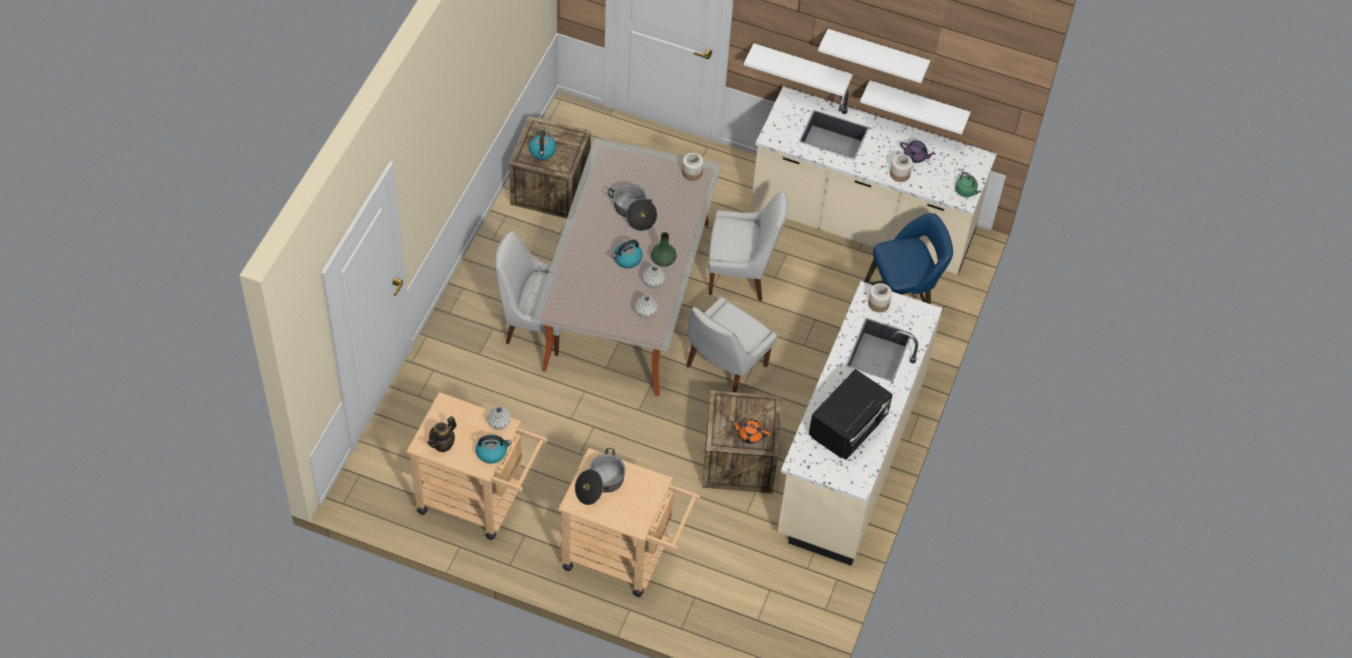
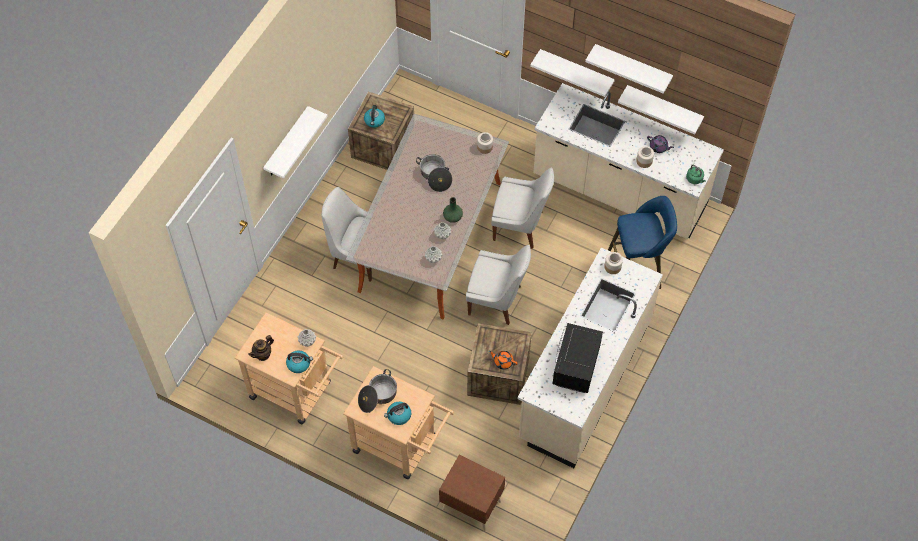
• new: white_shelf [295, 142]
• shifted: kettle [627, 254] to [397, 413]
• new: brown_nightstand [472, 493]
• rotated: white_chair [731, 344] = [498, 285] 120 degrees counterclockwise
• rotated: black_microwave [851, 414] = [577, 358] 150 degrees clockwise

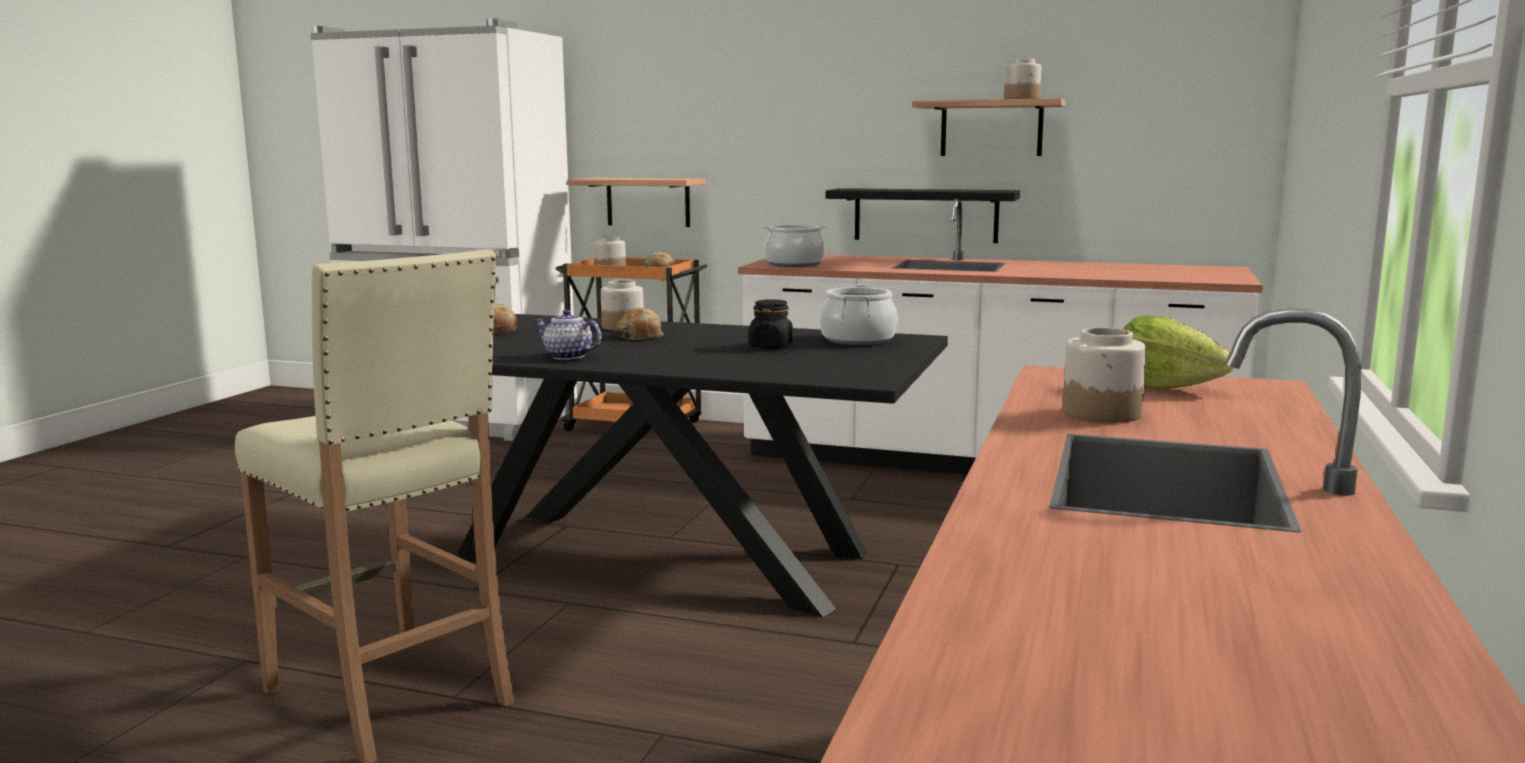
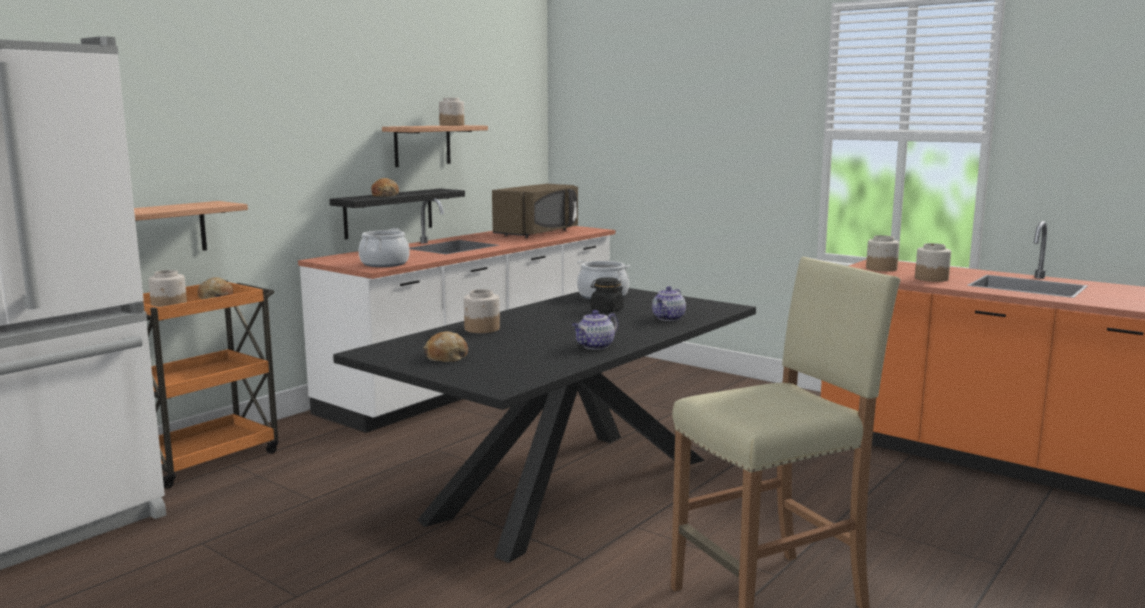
• shifted: bread [640, 324] to [385, 187]
• new: brown_microwave [535, 211]
• new: teapot [669, 303]
• swapped: lettuce [1178, 352] to jar [882, 253]

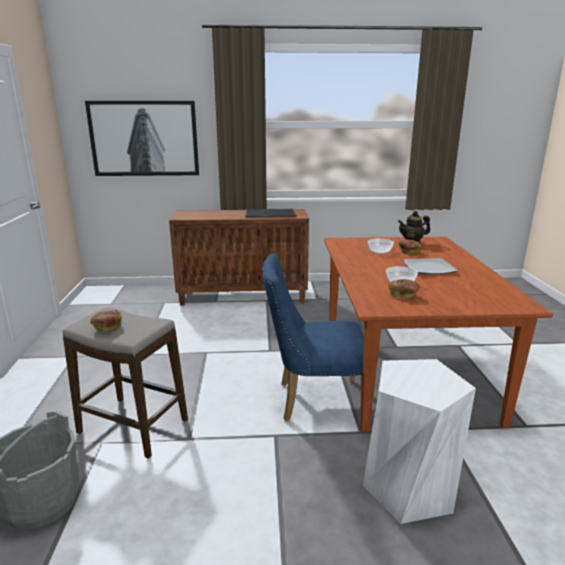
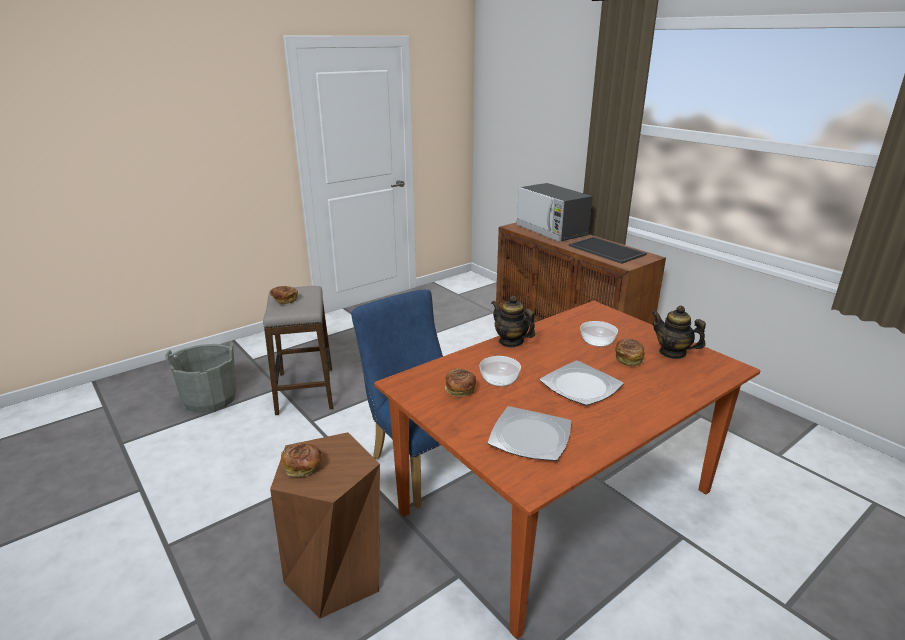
• repainted: white_stool [419, 441] to brown_stool [325, 525]
• new: bread [301, 460]
• new: plate [529, 433]
• new: teapot [513, 321]
• new: microwave [554, 212]
• gone: picture [142, 138]

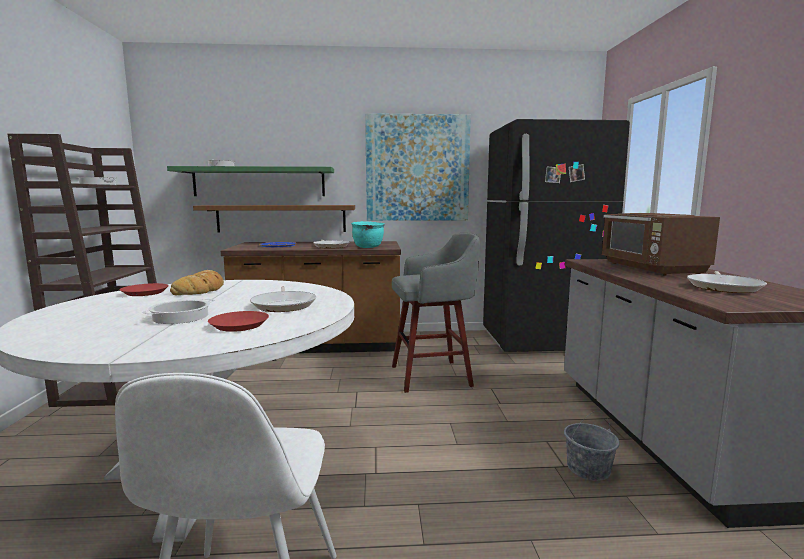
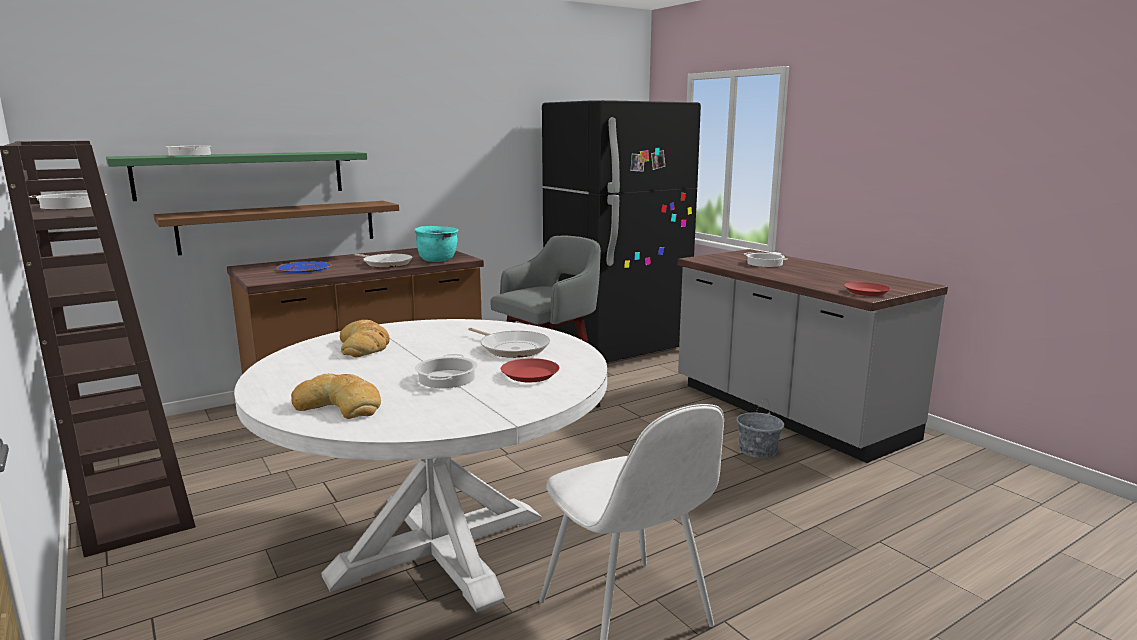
• new: bread [336, 396]
• swapped: brown_microwave [660, 244] to cooking_pot [765, 260]
• shifted: red_plate [144, 289] to [867, 289]
• gone: picture [418, 167]
• gone: frying_pan [727, 282]

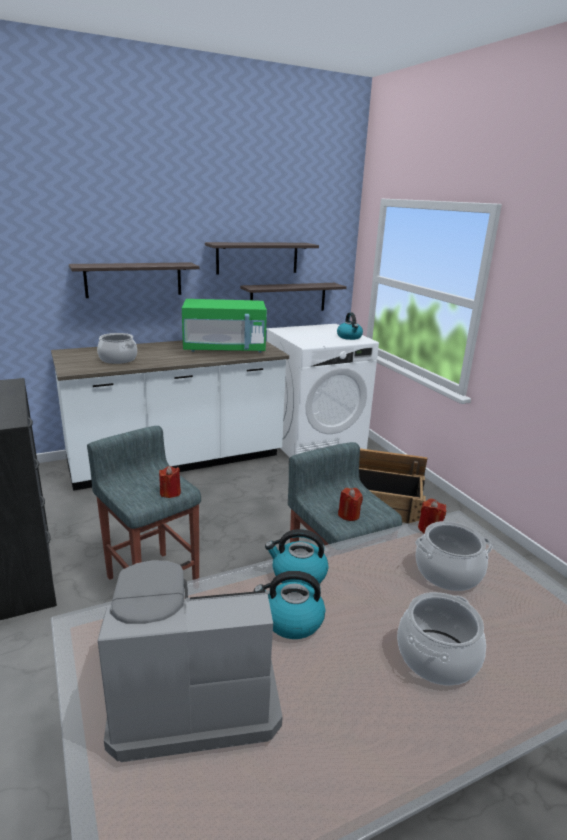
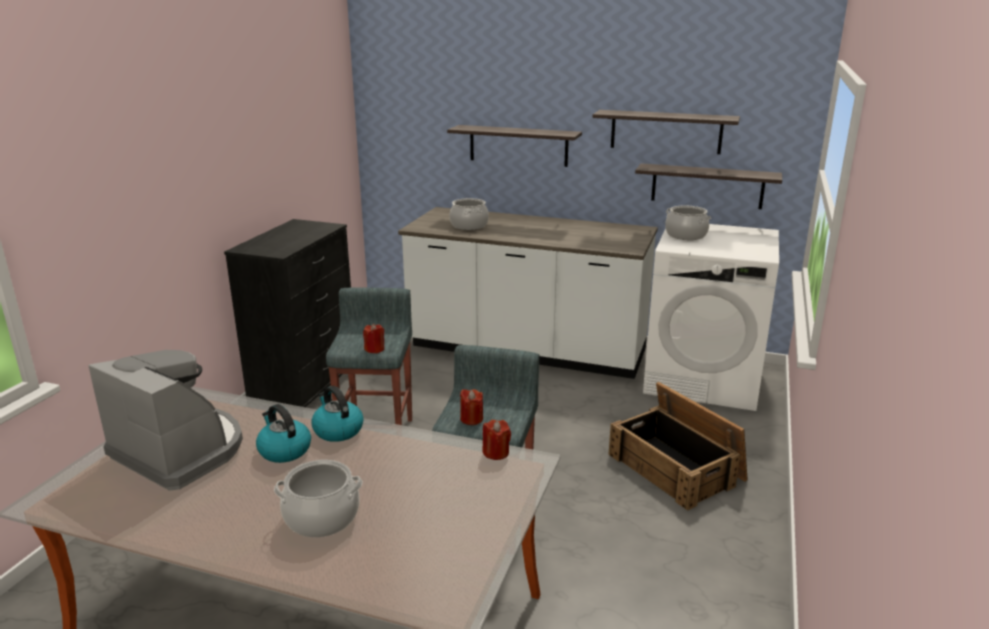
• shifted: cooking_pot [454, 556] to [688, 223]
• gone: green_microwave [224, 326]
• gone: kettle [350, 326]

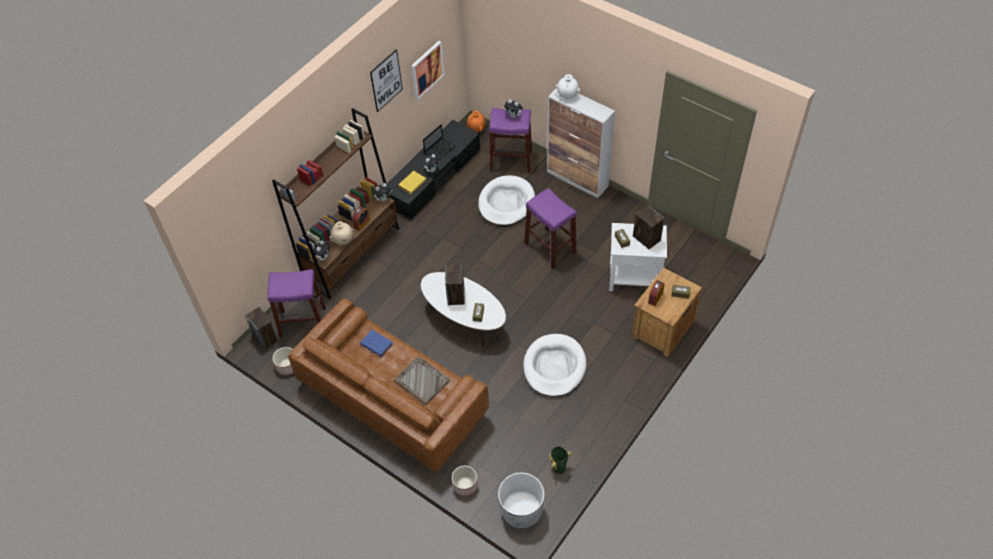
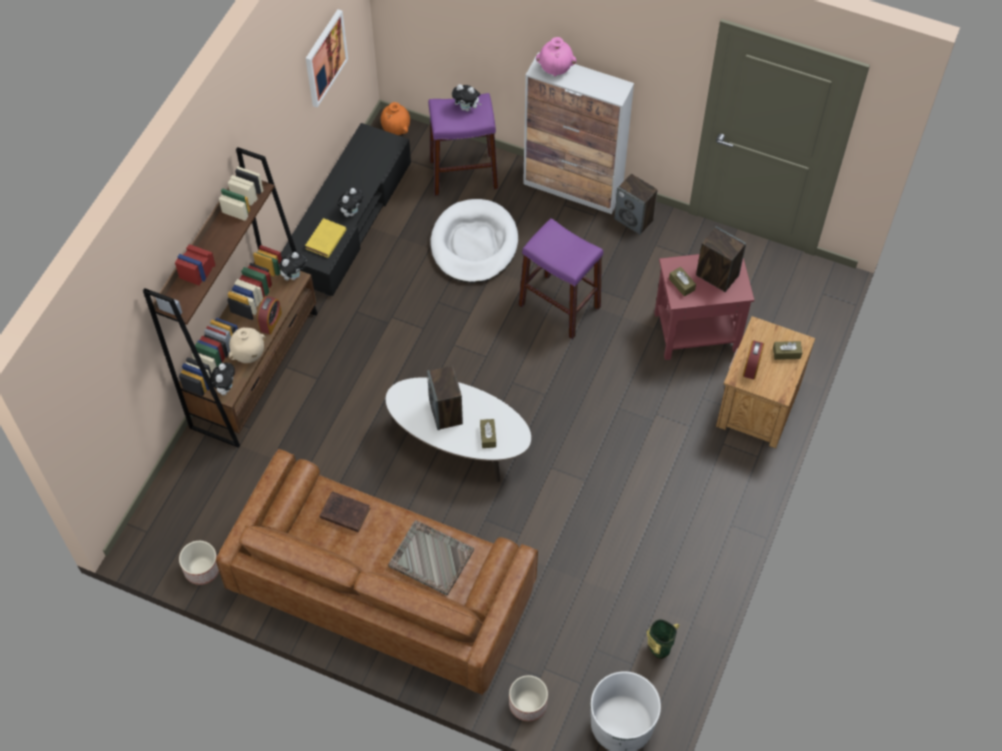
• repainted: blue_book [376, 343] to brown_book [345, 511]
• repainted: white_vase [567, 87] to pink_vase [556, 56]
• shifted: speaker [261, 328] to [636, 204]
• repainted: white_side_table [638, 257] to red_side_table [704, 307]
• gone: purple_stool [297, 303]
• gone: picture [386, 80]
• gone: laptop [440, 142]
• gone: white_dog_bed [554, 365]

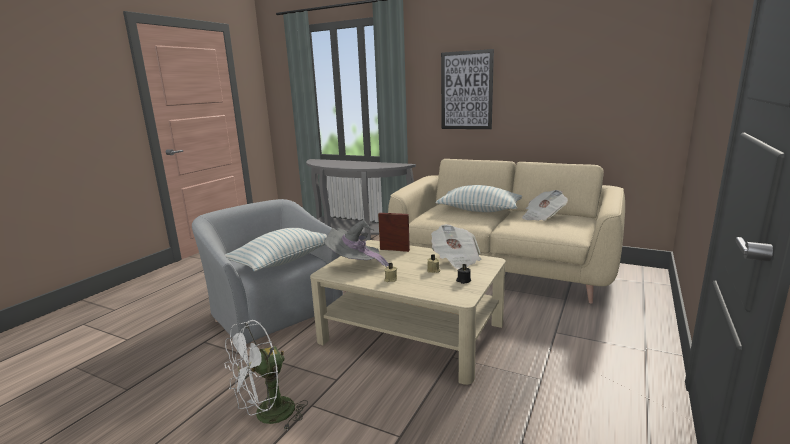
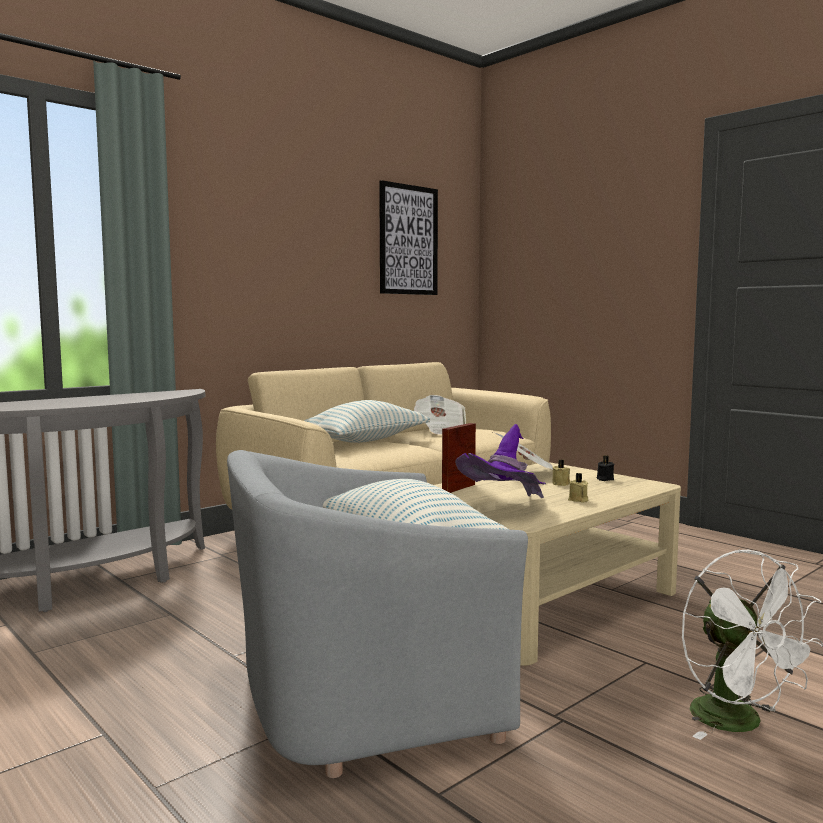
• shifted: picture [467, 89] to [408, 237]
• repainted: grey_hat [356, 243] to purple_hat [500, 461]

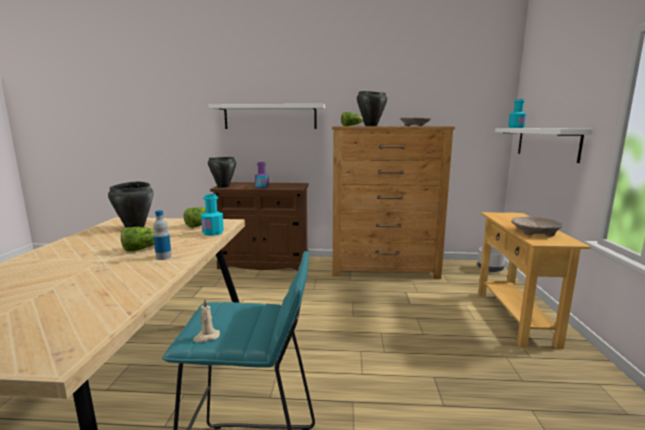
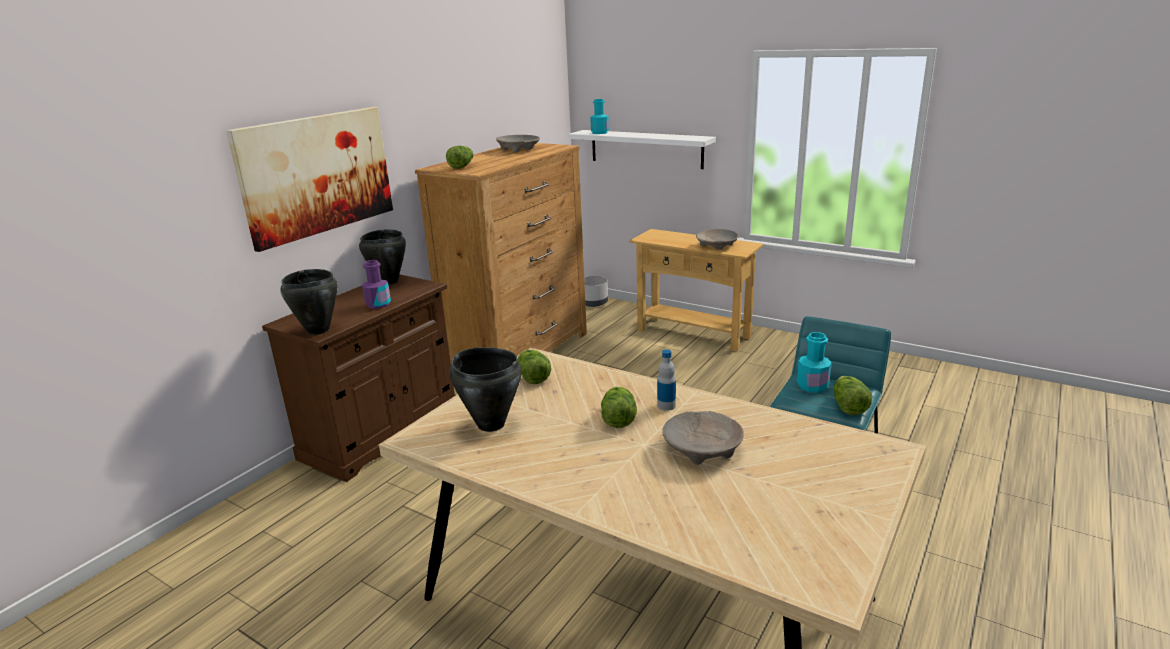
• swapped: white_shelf [266, 116] to picture [309, 179]
• shifted: black_cooking_pot [372, 108] to [382, 257]
• new: beige_bowl [703, 438]
• shifted: turquoise_bottle [212, 215] to [814, 362]
• swapped: beige_candle [206, 320] to lettuce [853, 395]

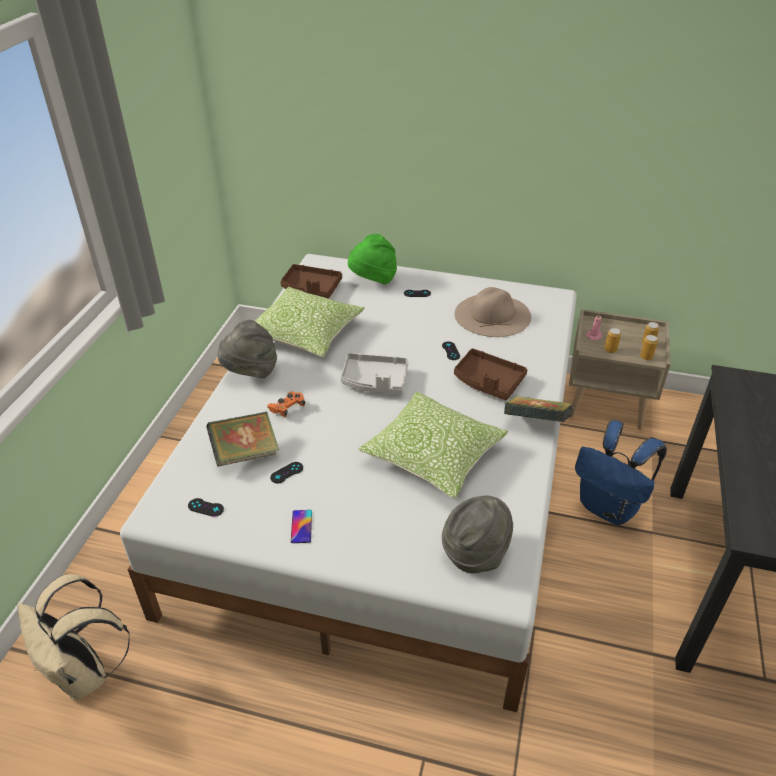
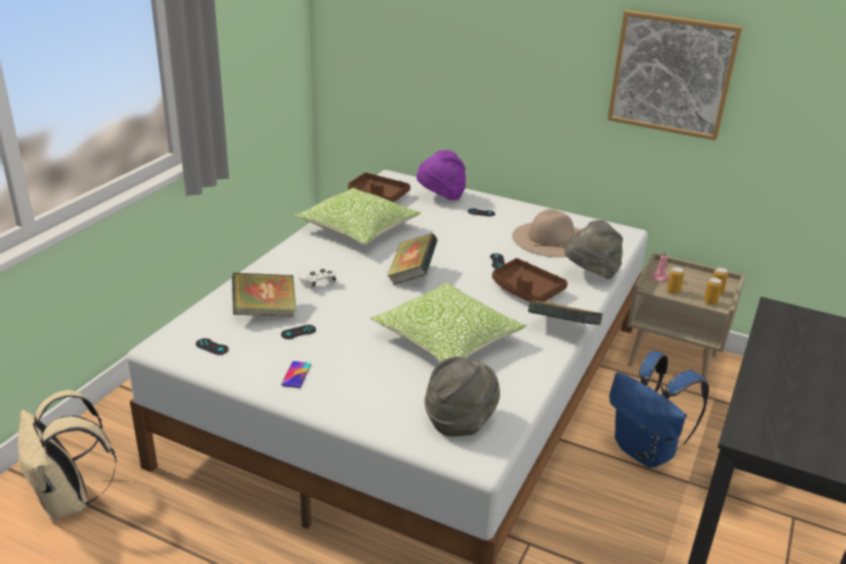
• repainted: orange_game_controller [286, 405] to white_game_controller [317, 279]
• swapped: grey_tray [375, 373] to book [412, 259]
• repainted: green_hat [372, 259] to purple_hat [441, 175]
• shifted: grey_hat [247, 349] to [594, 249]
• new: picture [674, 75]

